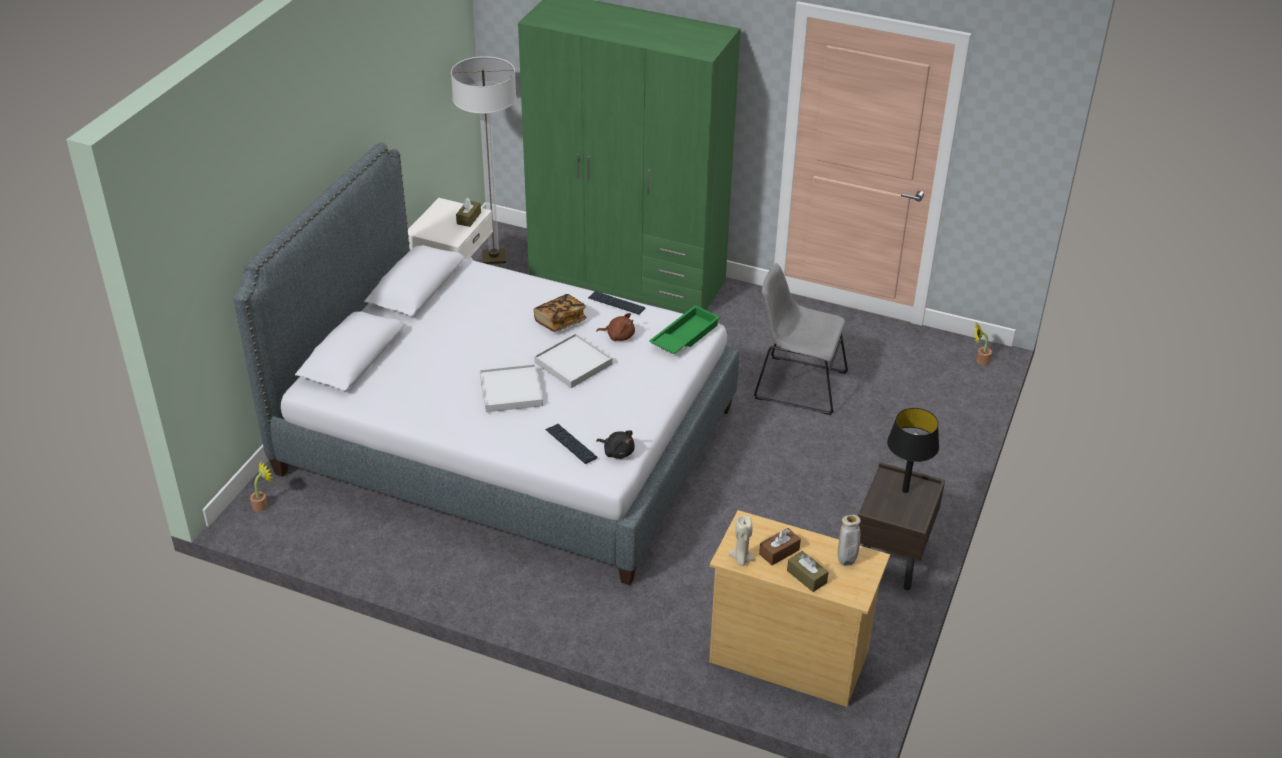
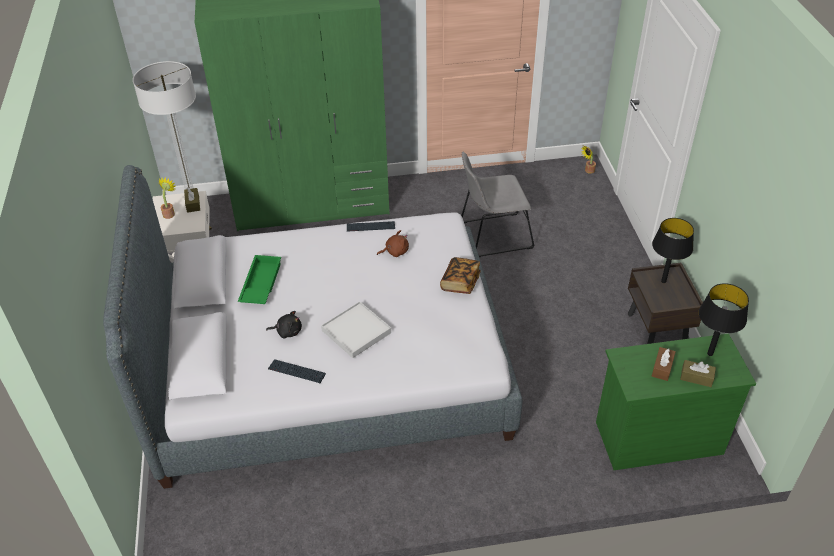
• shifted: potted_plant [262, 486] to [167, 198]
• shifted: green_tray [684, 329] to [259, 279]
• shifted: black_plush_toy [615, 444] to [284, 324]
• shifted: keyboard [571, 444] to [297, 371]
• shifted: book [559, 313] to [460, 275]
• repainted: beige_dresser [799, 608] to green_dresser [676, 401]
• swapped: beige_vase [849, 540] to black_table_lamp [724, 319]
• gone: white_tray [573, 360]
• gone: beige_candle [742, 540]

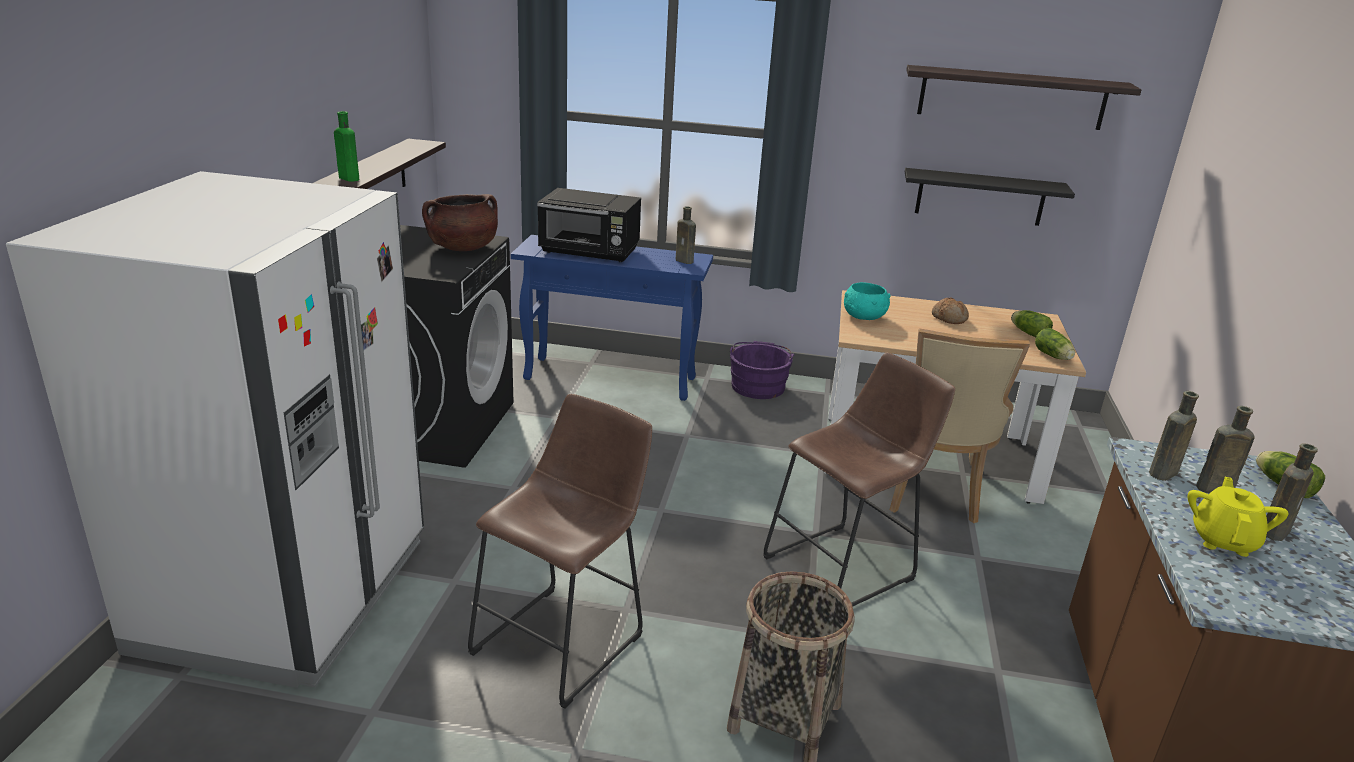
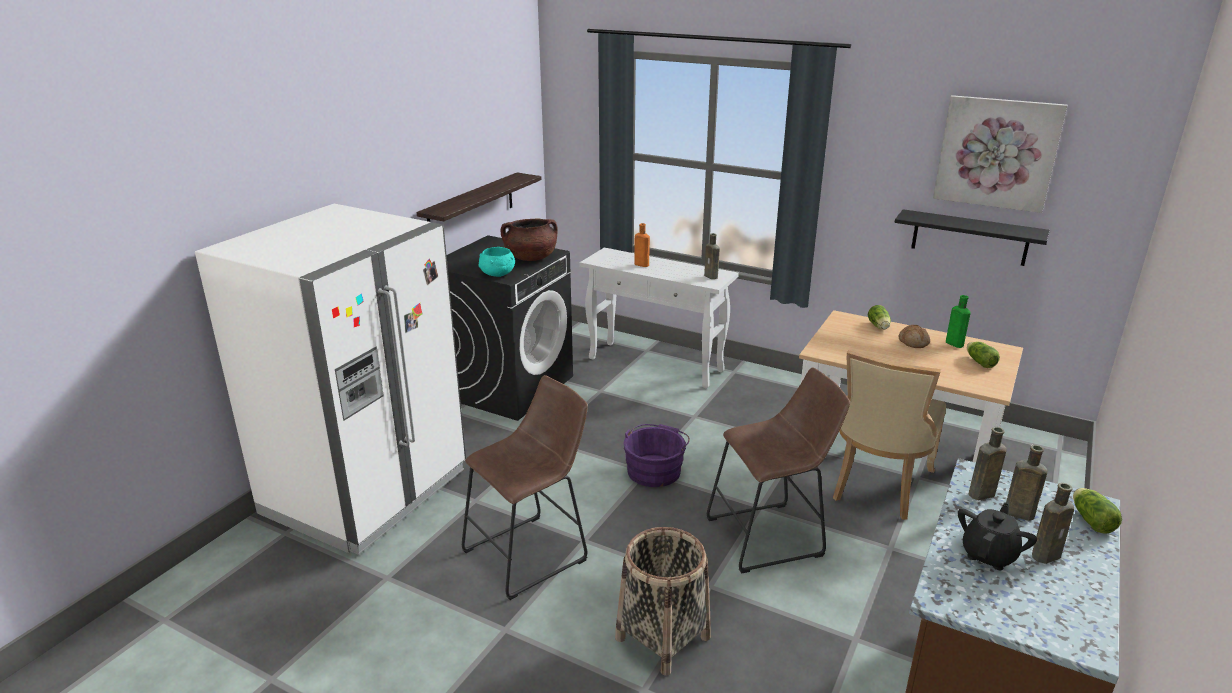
• shifted: turquoise_bowl [867, 301] to [496, 262]
• repainted: blue_console_table [612, 318] to white_console_table [659, 318]
• shifted: purple_bucket [762, 370] to [657, 455]
• swapped: black_microwave [589, 225] to orange_bottle [642, 245]
• shifted: lettuce [1055, 344] to [879, 317]
• swapped: shelf [1024, 97] to picture [1000, 154]
• shifted: green_bottle [346, 146] to [958, 321]
• repainted: yellow_teapot [1238, 517] to black_teapot [997, 536]

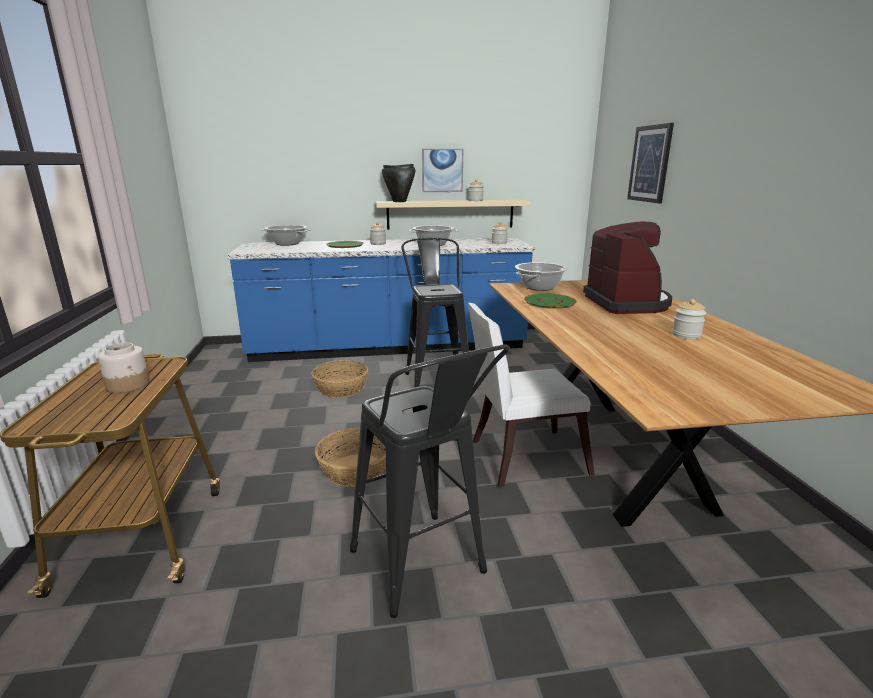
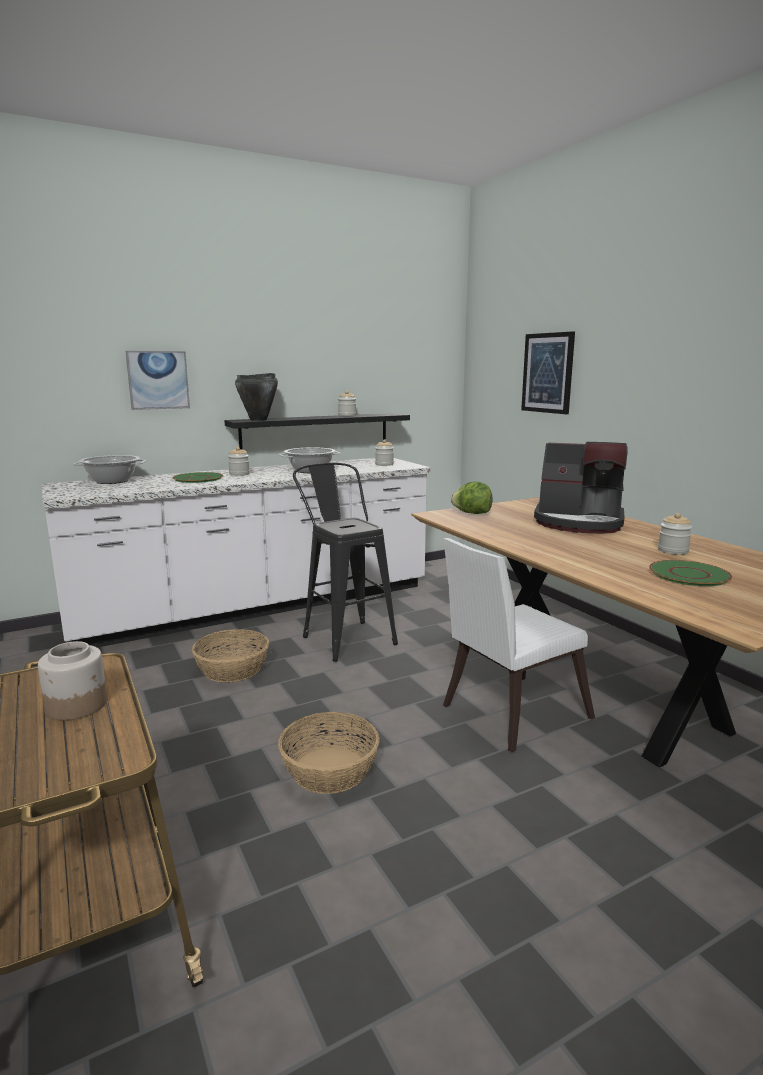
• repainted: blue_counter [381, 299] to white_counter [236, 553]
• shifted: picture [442, 170] to [158, 380]
• repainted: beige_shelf [453, 215] to black_shelf [317, 431]
• swapped: cooking_pot [541, 276] to lettuce [471, 497]
• rotated: coffee_machine [627, 268] = [581, 488] 135 degrees clockwise
• shifted: green_plate [550, 301] to [690, 573]
• gone: black_stool [430, 481]

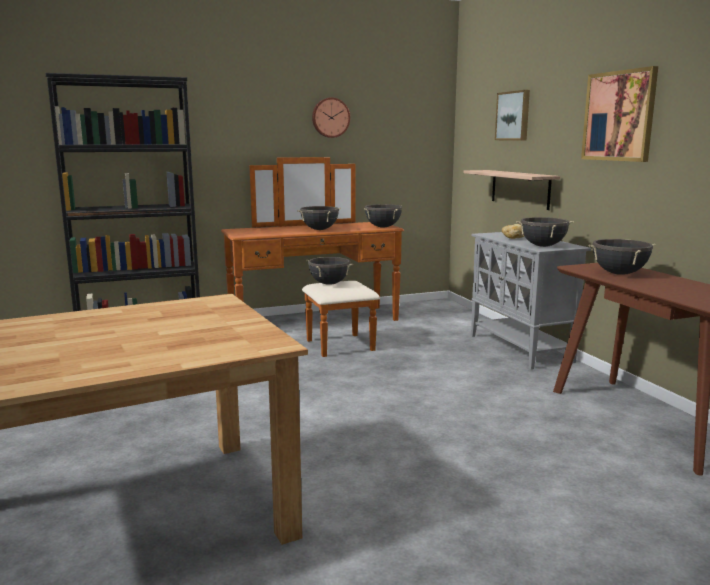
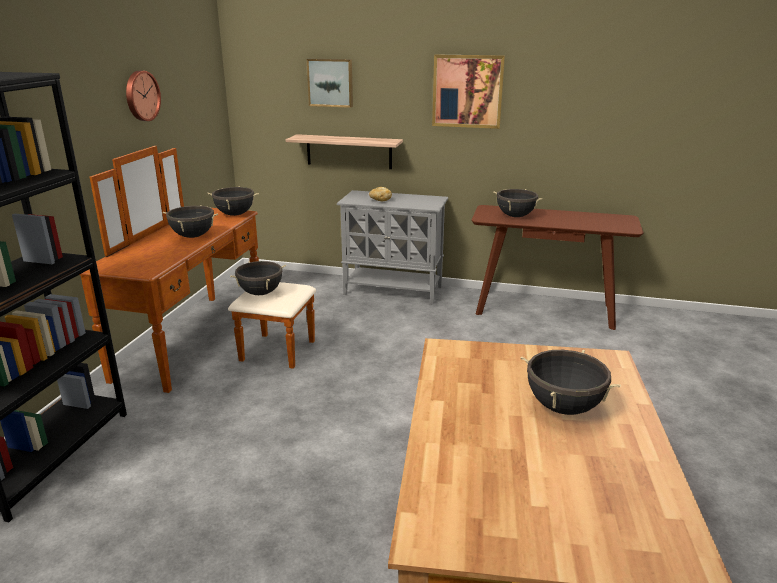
• shifted: black_cooking_pot [545, 232] to [570, 382]

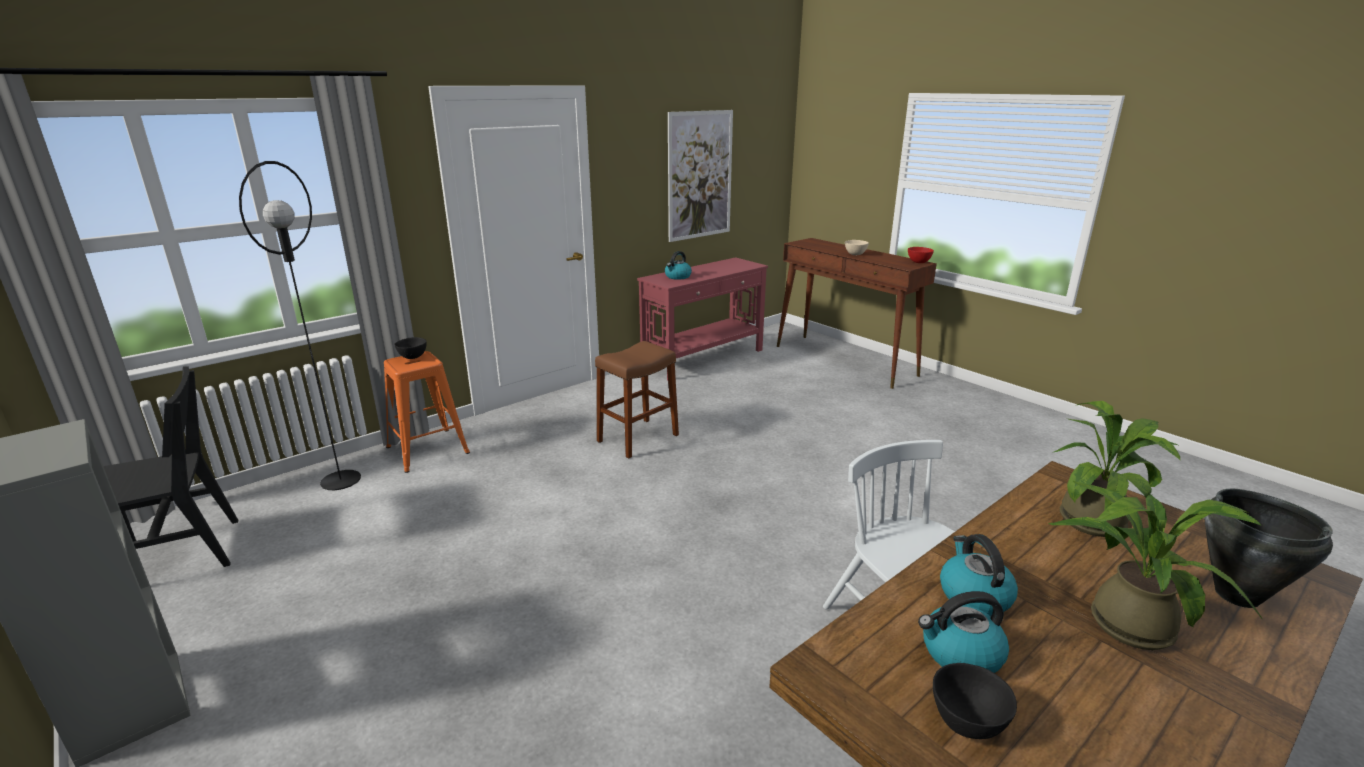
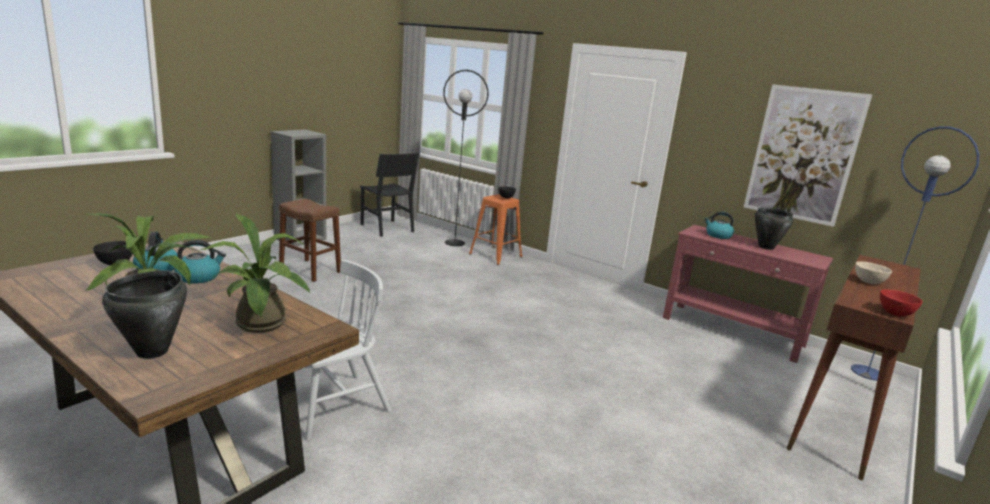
• shifted: brown_stool [637, 399] to [310, 240]
• new: black_cooking_pot [774, 229]
• new: blue_floor_lamp [915, 253]

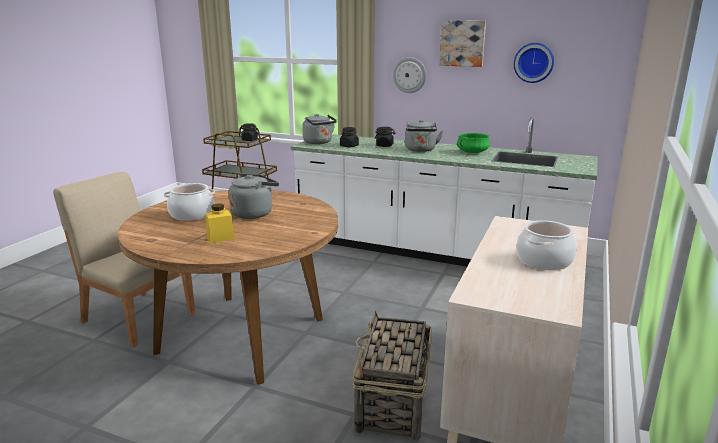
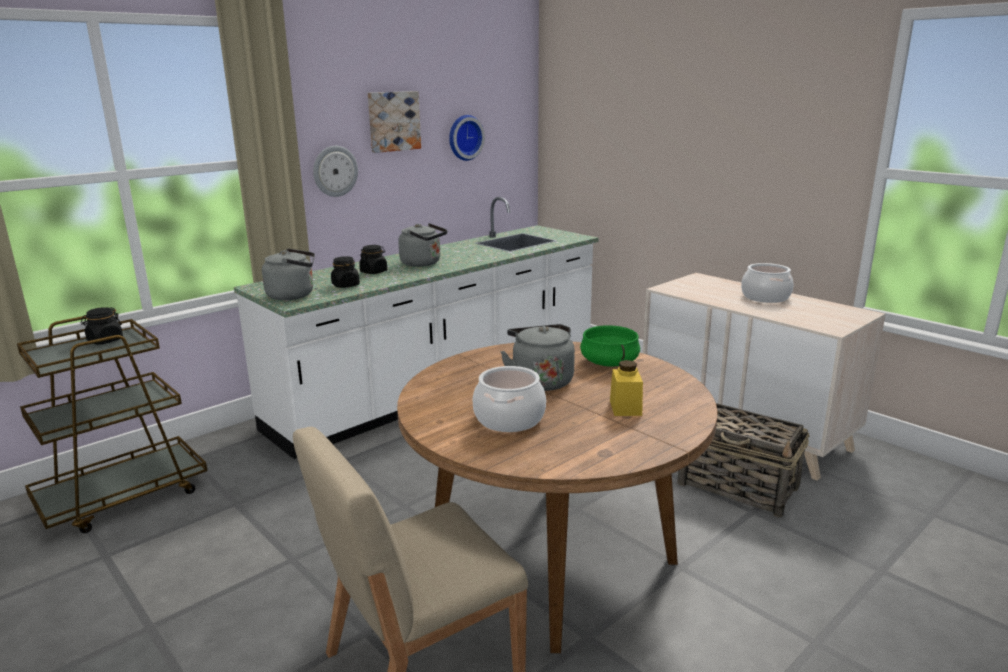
• shifted: green_cooking_pot [473, 143] to [610, 346]

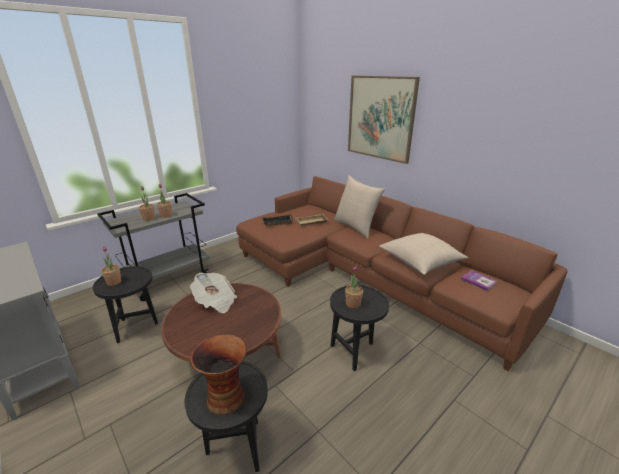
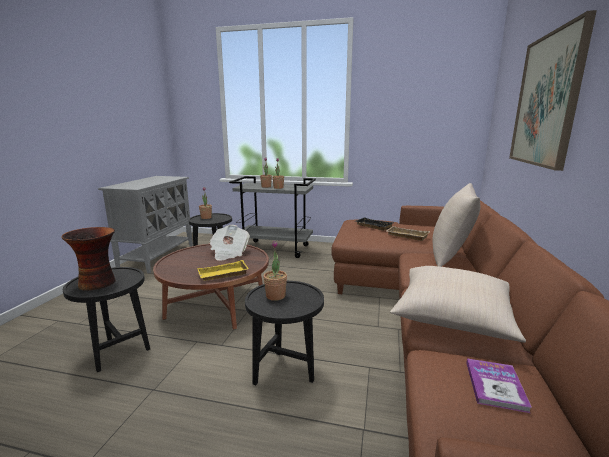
• new: yellow_tray [223, 270]

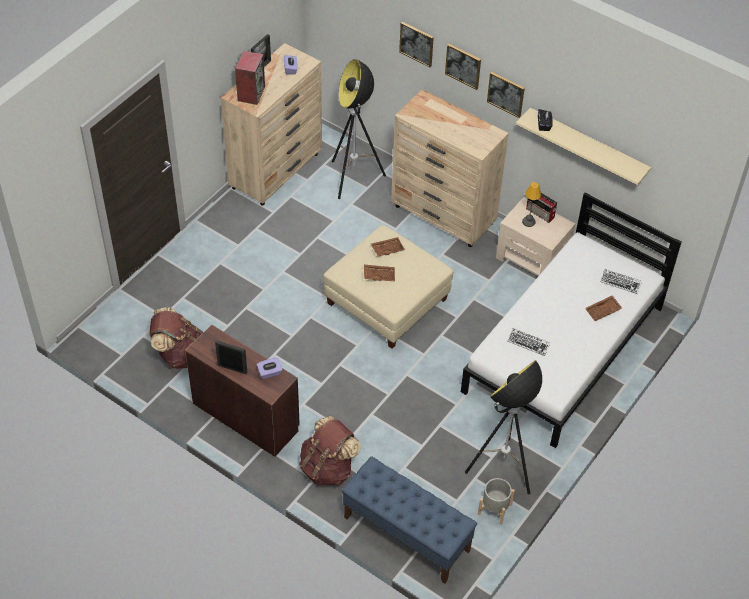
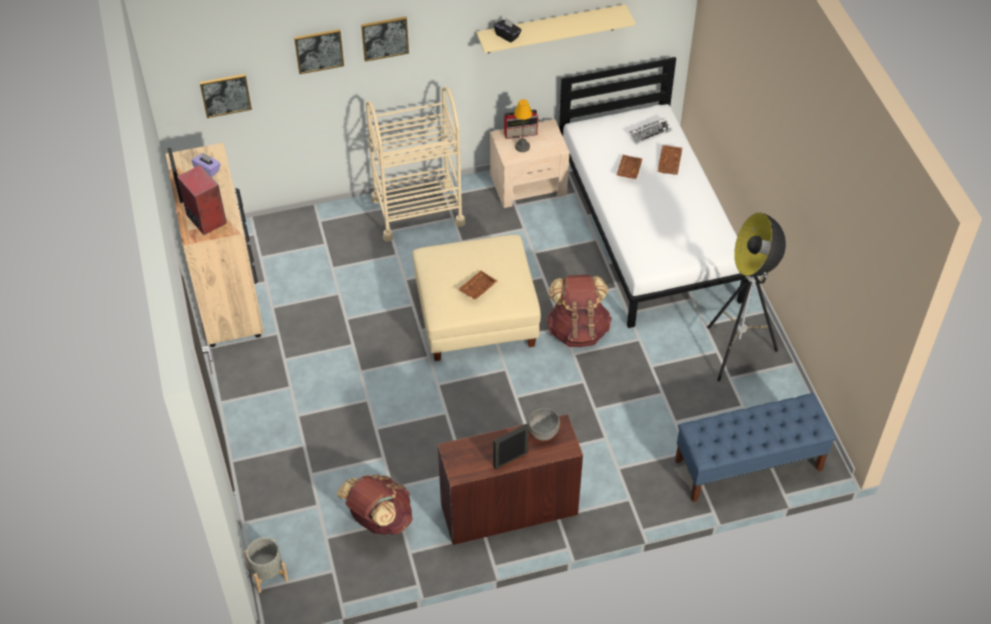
• shifted: picture [506, 95] to [226, 96]
• shifted: grey_planter [496, 501] to [266, 565]
• swapped: beige_dresser [450, 168] to beige_cart [415, 164]
• swapped: purple_tissue_box [270, 368] to grey_bowl [544, 424]
• shifted: brown_backpack [330, 451] to [579, 310]
• shifted: brown_tray [388, 246] to [629, 167]
• gone: floor_lamp [359, 129]
• gone: keyboard [528, 342]

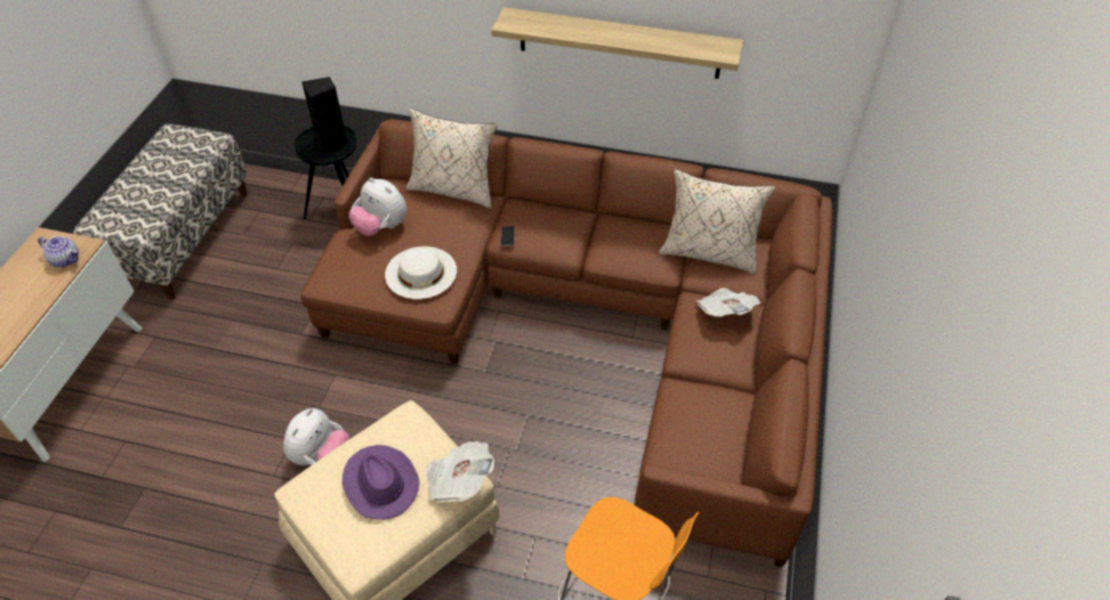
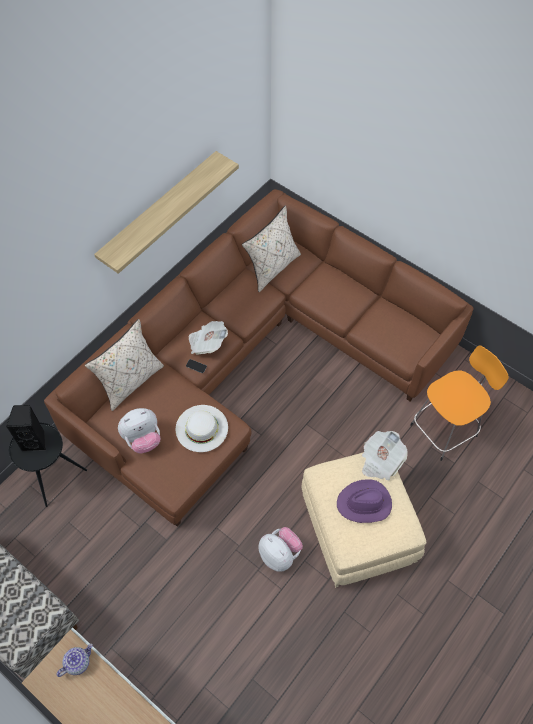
• shifted: newspaper [728, 302] to [208, 337]

